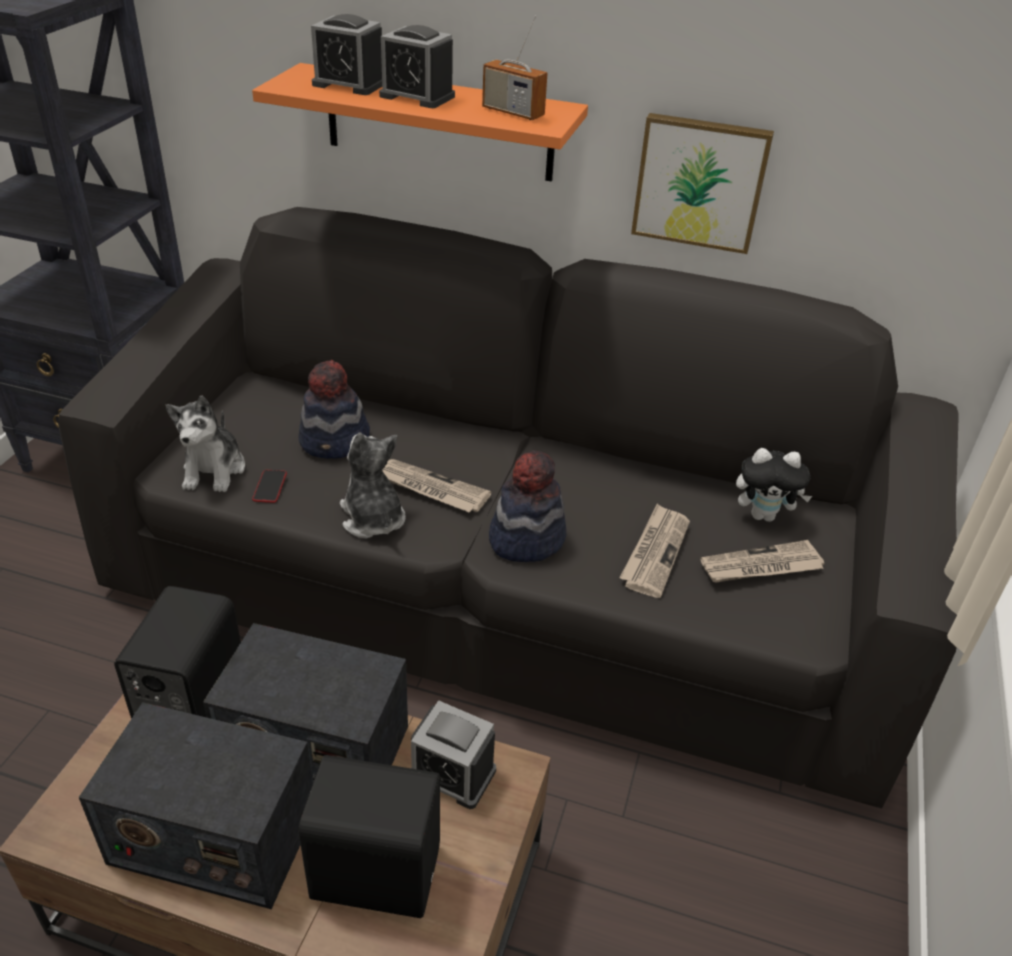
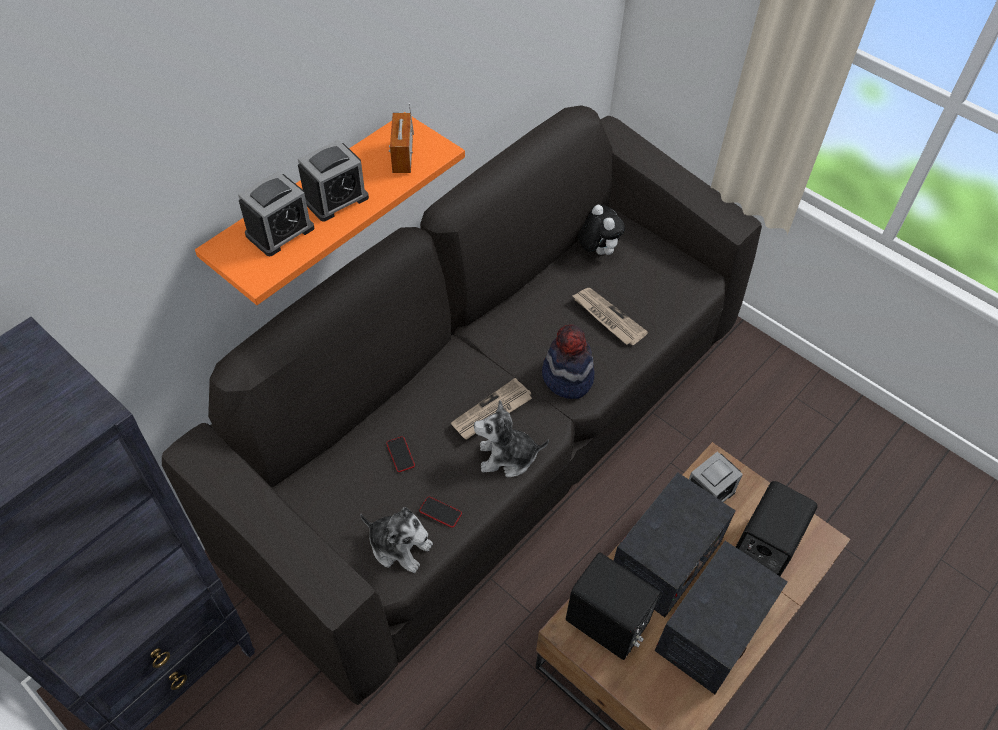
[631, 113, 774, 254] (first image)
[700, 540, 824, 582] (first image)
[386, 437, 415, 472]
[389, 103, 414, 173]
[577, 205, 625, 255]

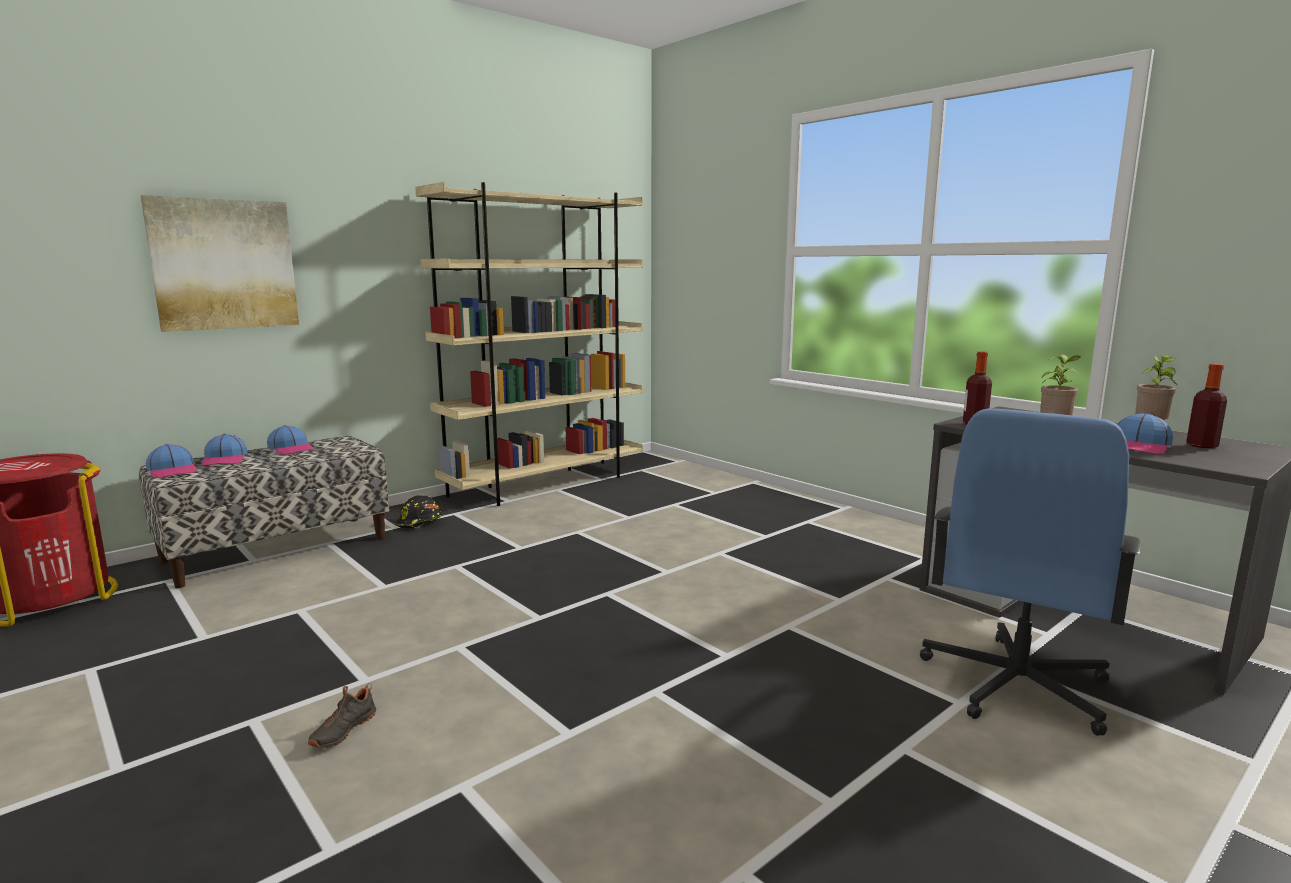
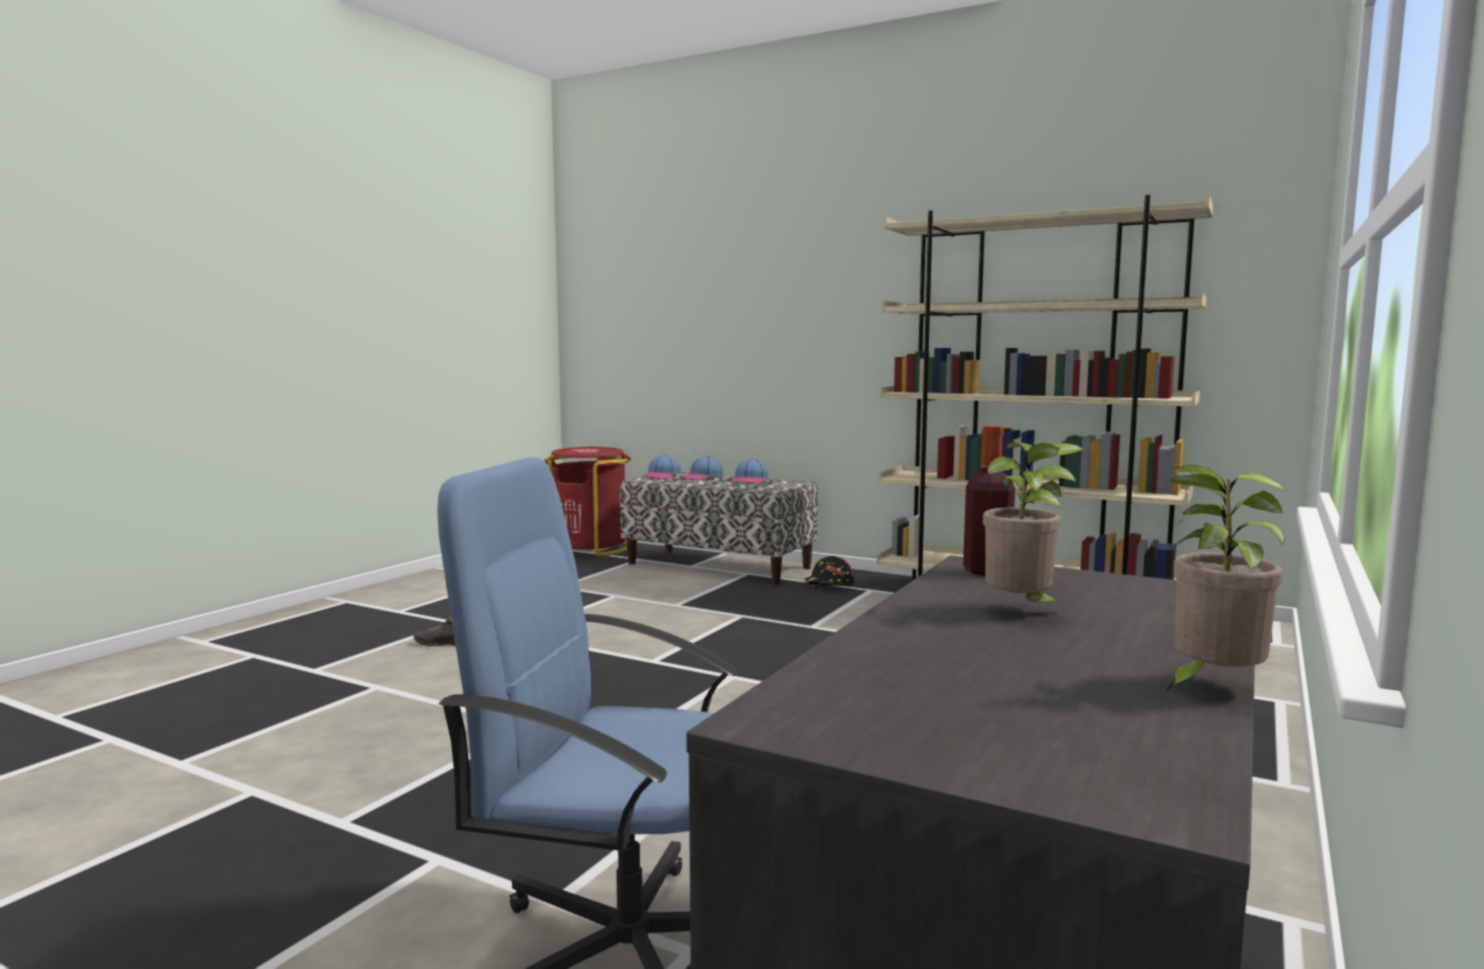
[141, 195, 299, 332] (first image)
[1117, 413, 1173, 454] (first image)
[1186, 364, 1227, 449] (first image)

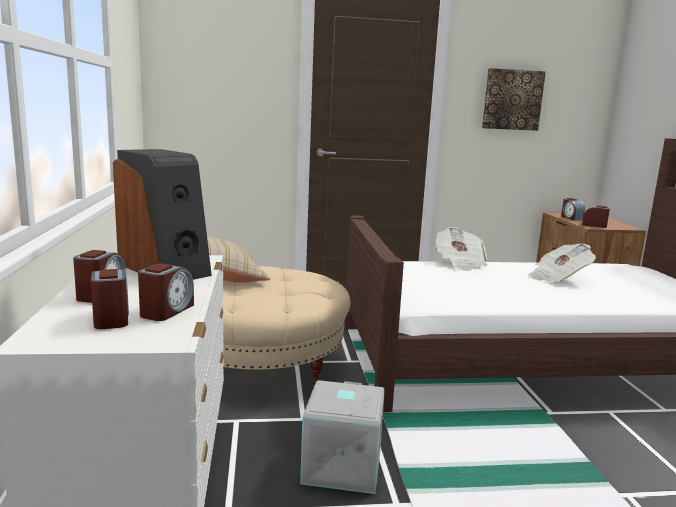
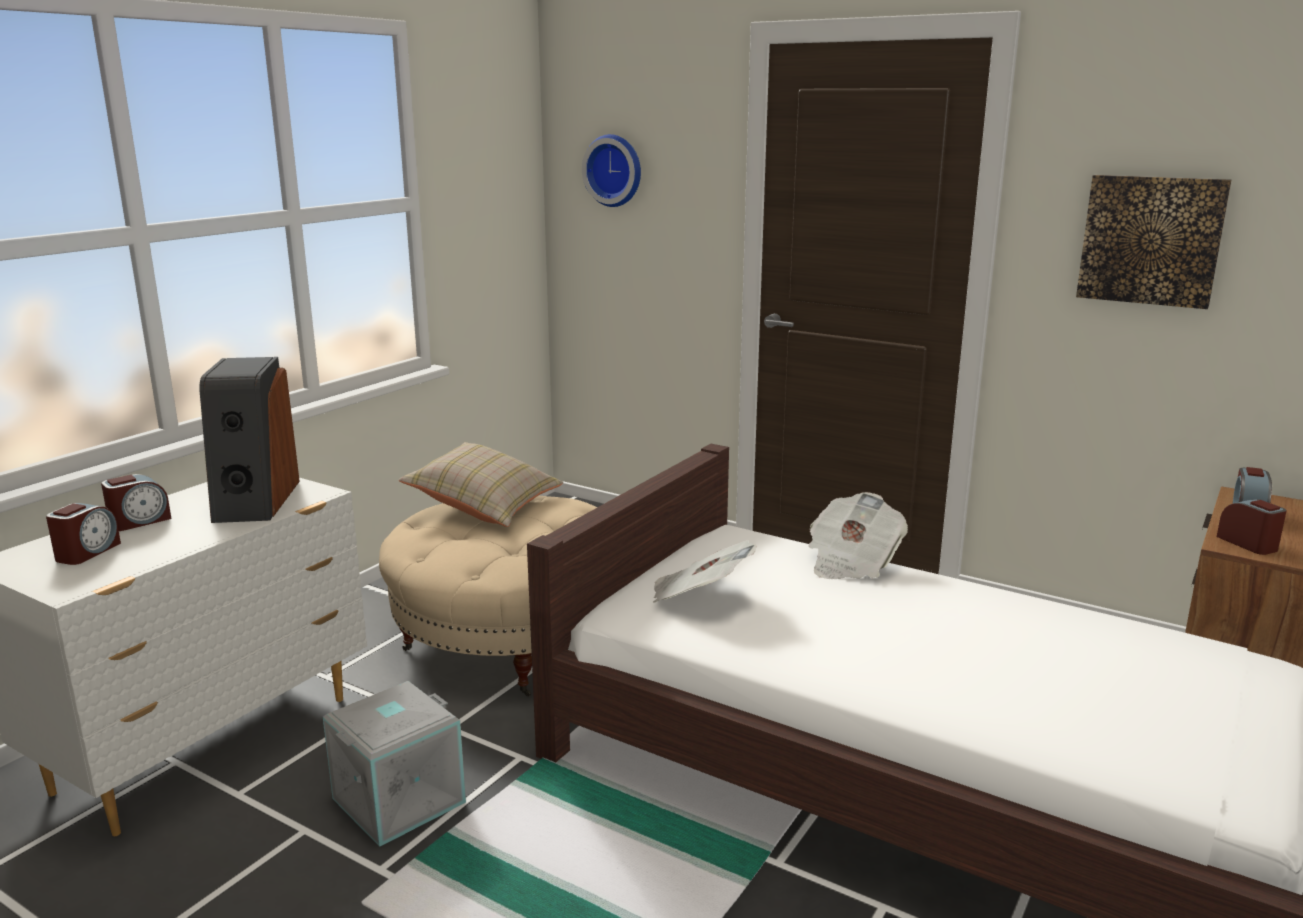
[138, 263, 194, 321] (first image)
[582, 134, 641, 207]
[653, 540, 757, 603]

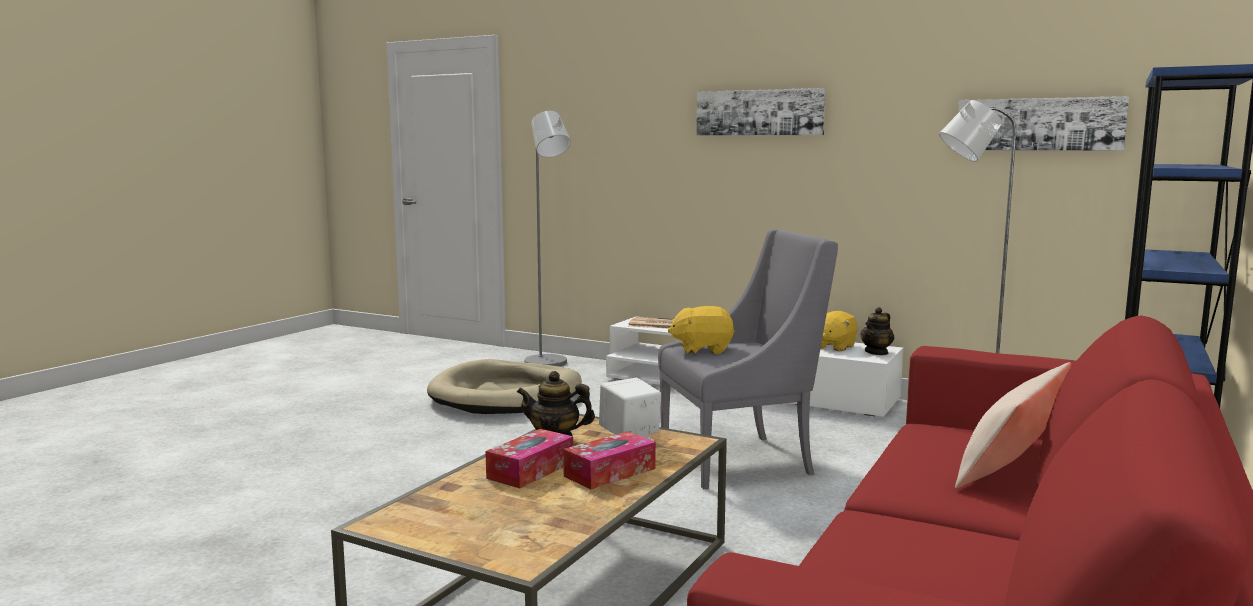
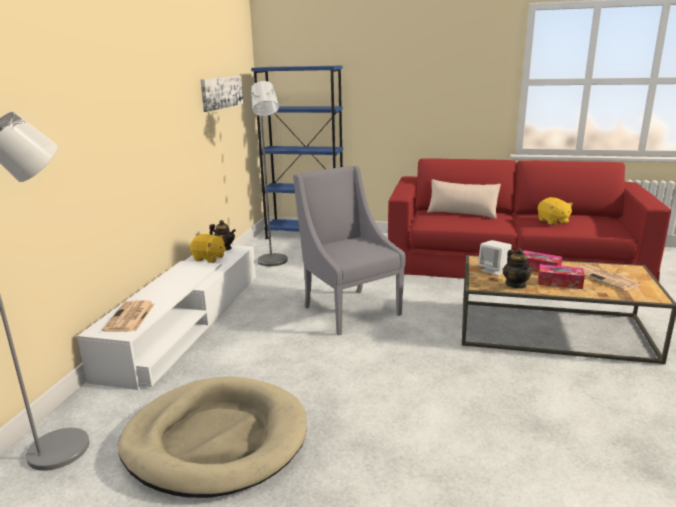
[696, 88, 826, 136] (first image)
[577, 265, 641, 291]
[538, 197, 573, 225]

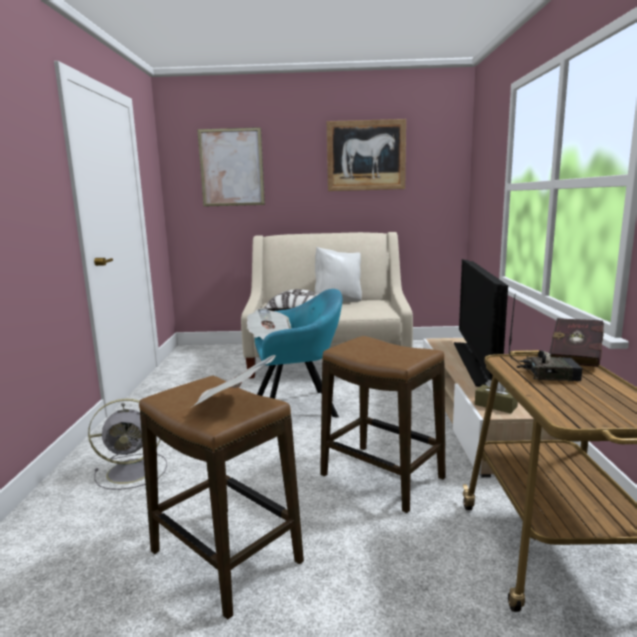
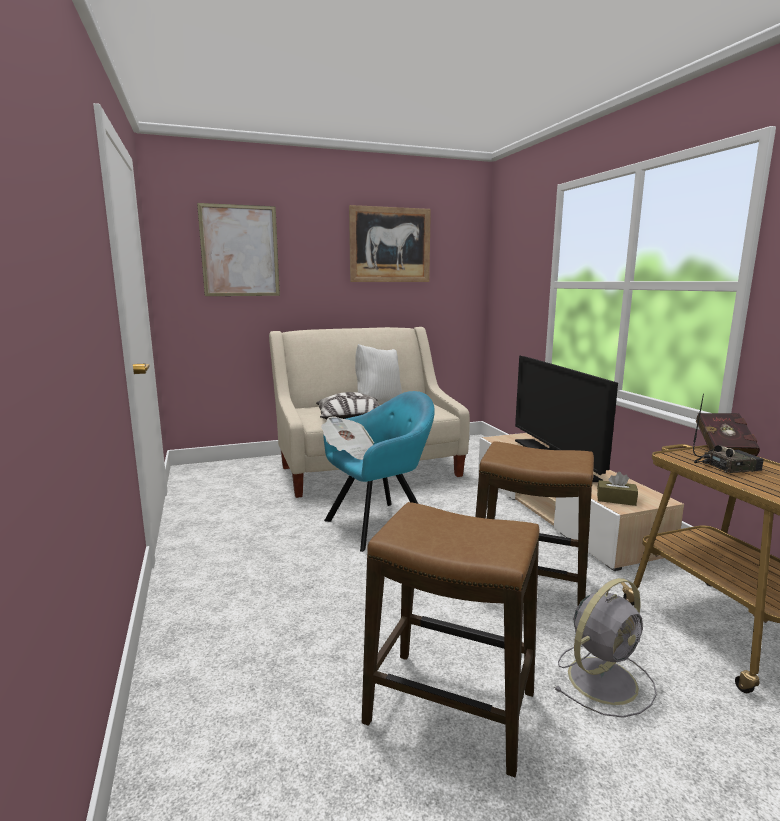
[192, 355, 276, 407] (first image)
[554, 578, 657, 718]

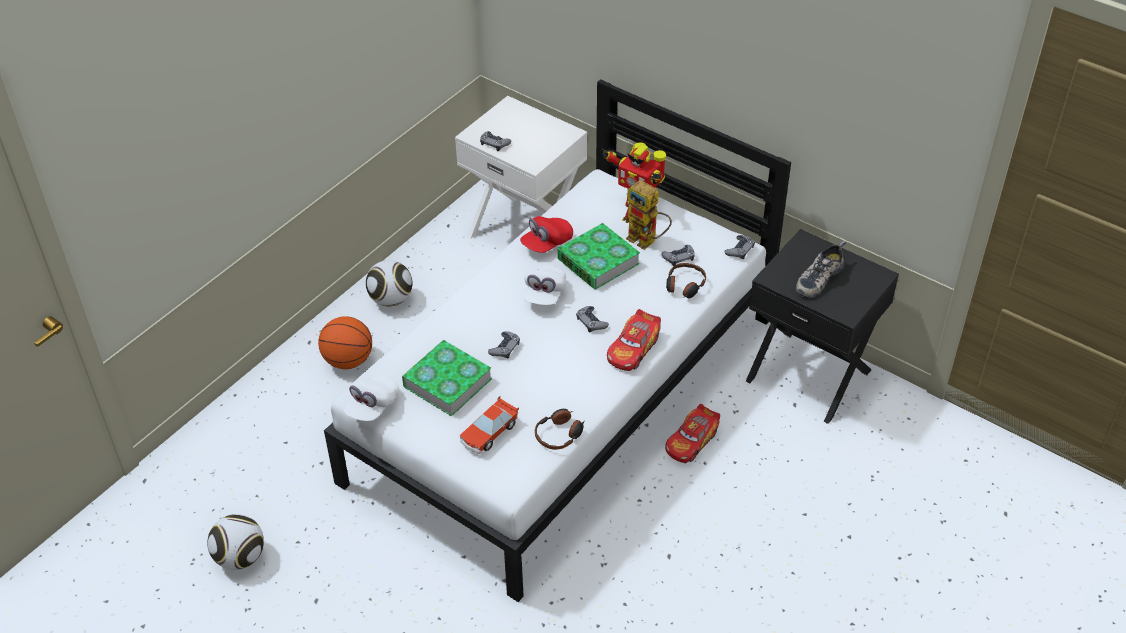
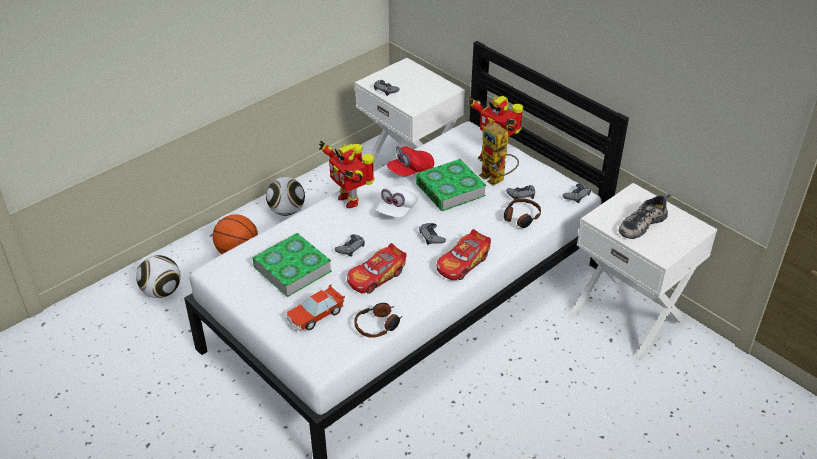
[344, 375, 399, 421] (first image)
[319, 141, 374, 208]
[136, 255, 181, 298]
[347, 243, 407, 294]
[571, 183, 717, 361]

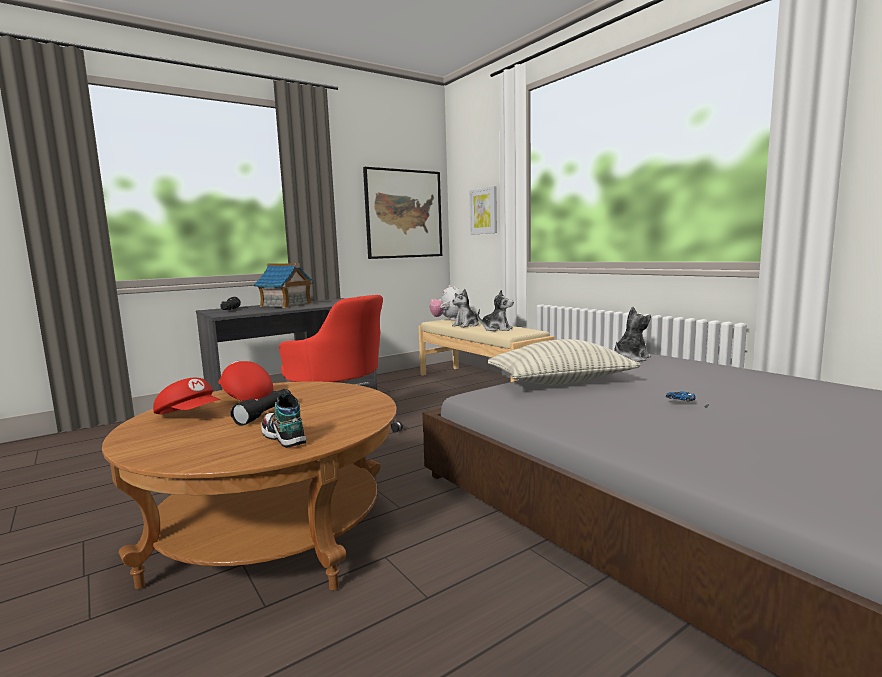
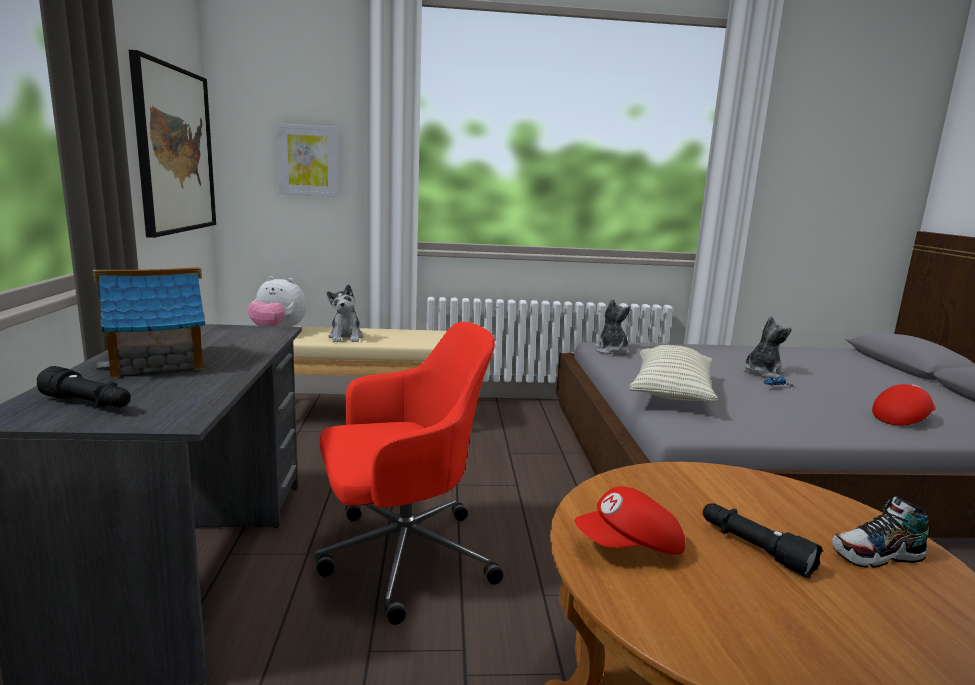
[872, 384, 936, 425]
[743, 316, 792, 378]

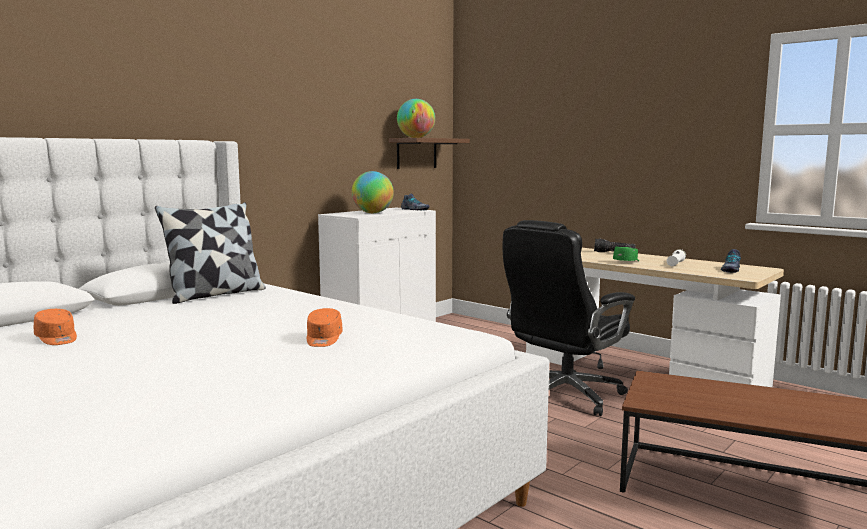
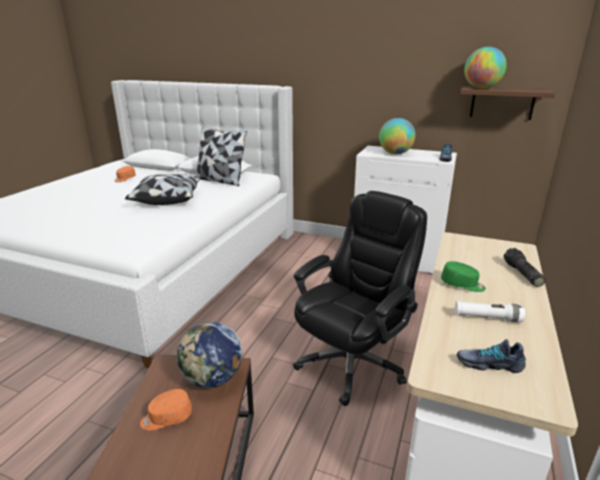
[125, 174, 201, 205]
[177, 322, 242, 388]
[140, 389, 192, 430]
[293, 191, 427, 406]

